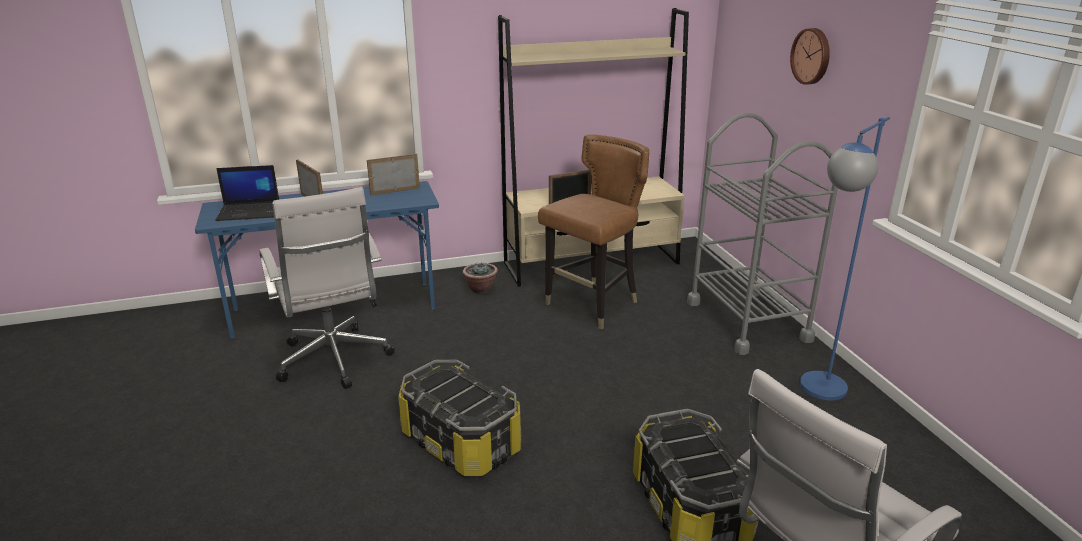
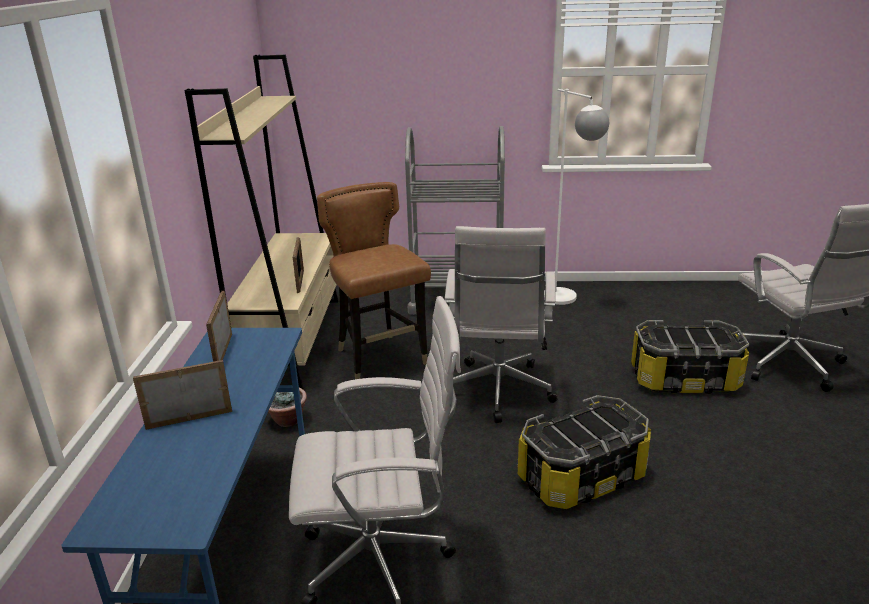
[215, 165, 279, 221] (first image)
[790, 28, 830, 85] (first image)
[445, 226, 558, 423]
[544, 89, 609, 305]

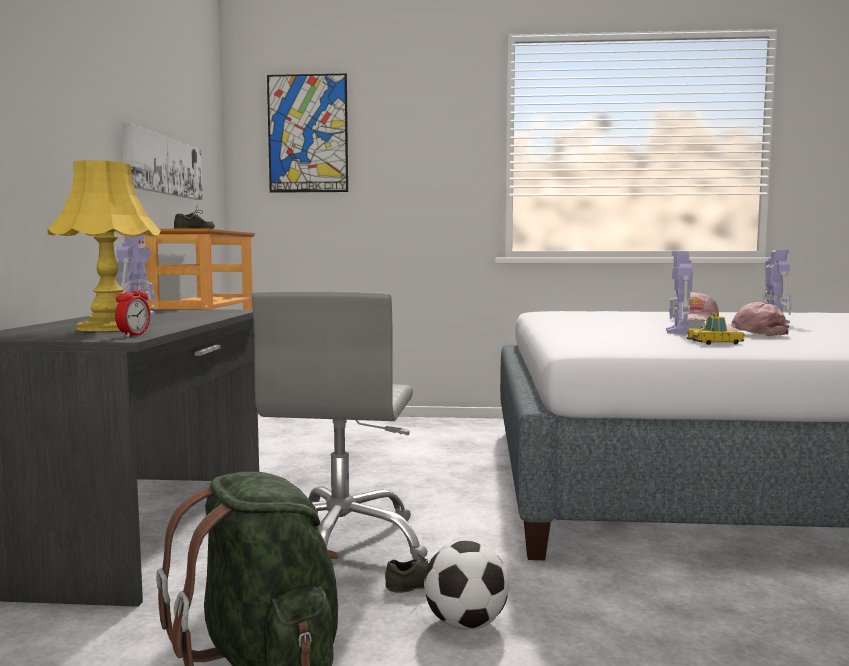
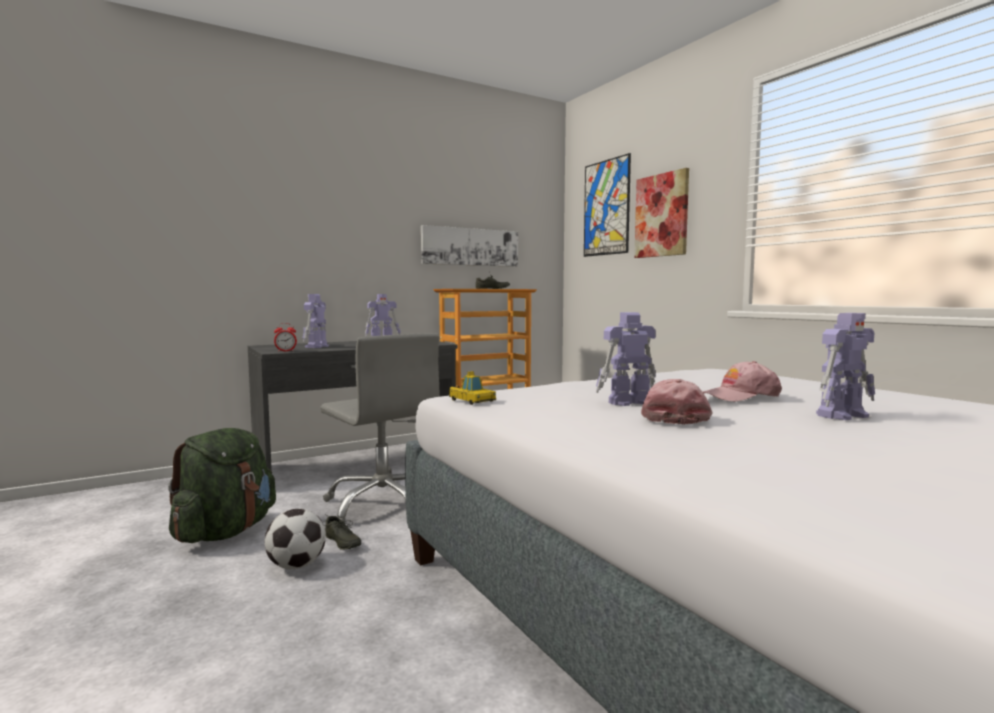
[634, 168, 689, 258]
[449, 371, 496, 405]
[303, 294, 329, 348]
[320, 333, 439, 523]

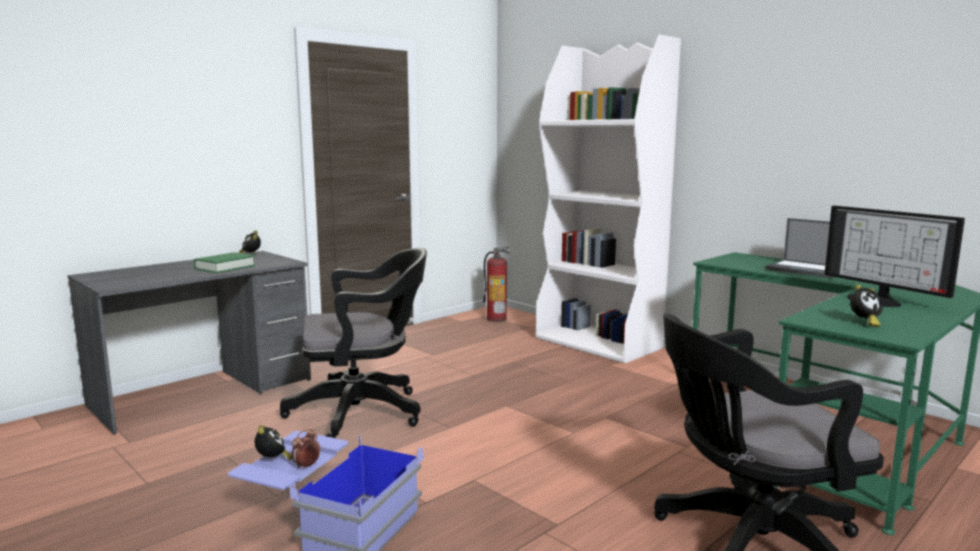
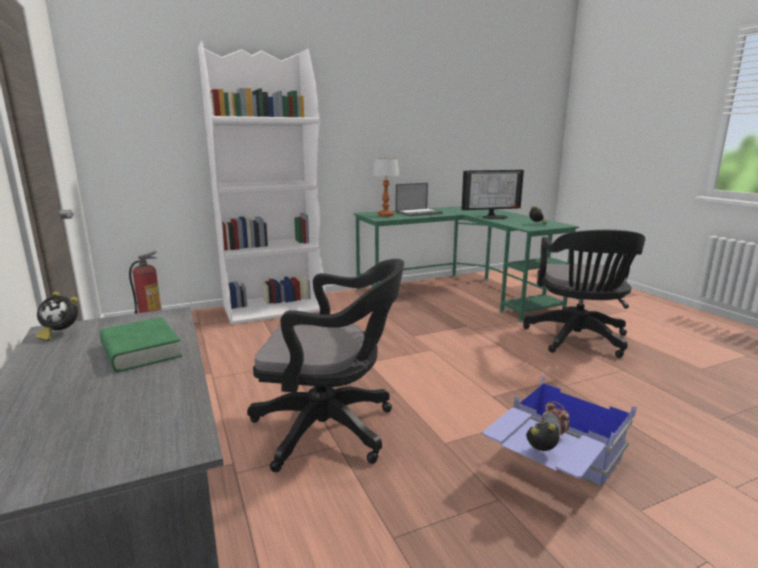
[372, 158, 400, 217]
[247, 259, 404, 472]

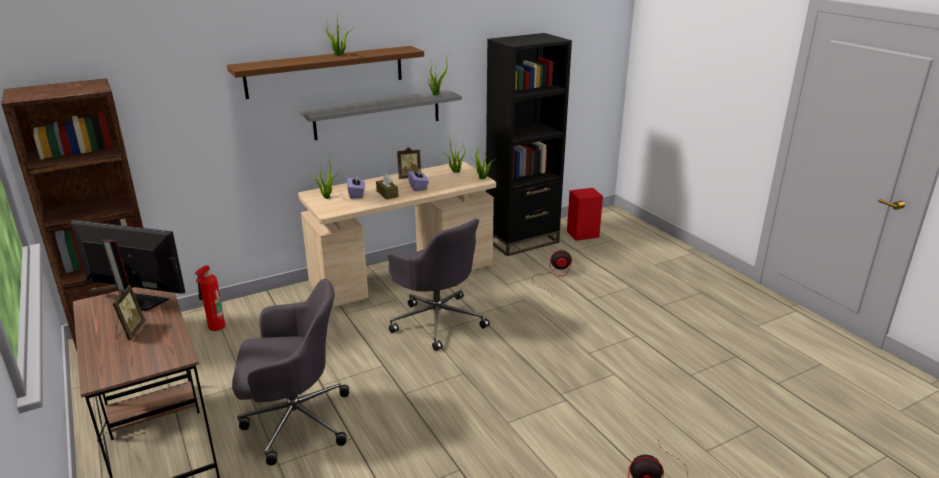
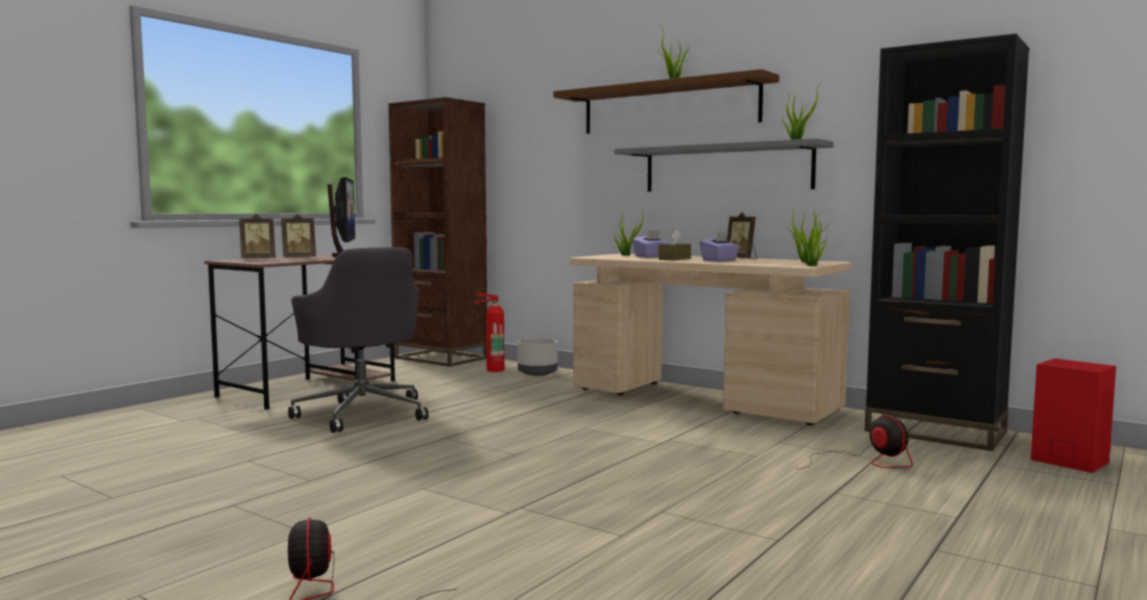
[388, 218, 490, 351] (first image)
[239, 214, 275, 259]
[518, 338, 558, 376]

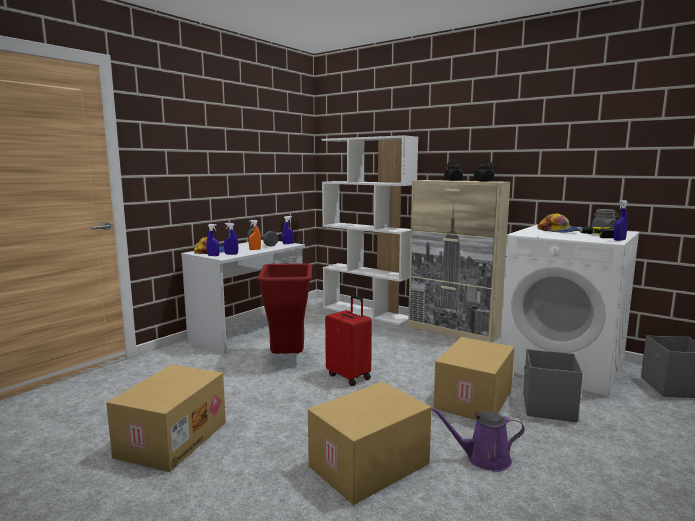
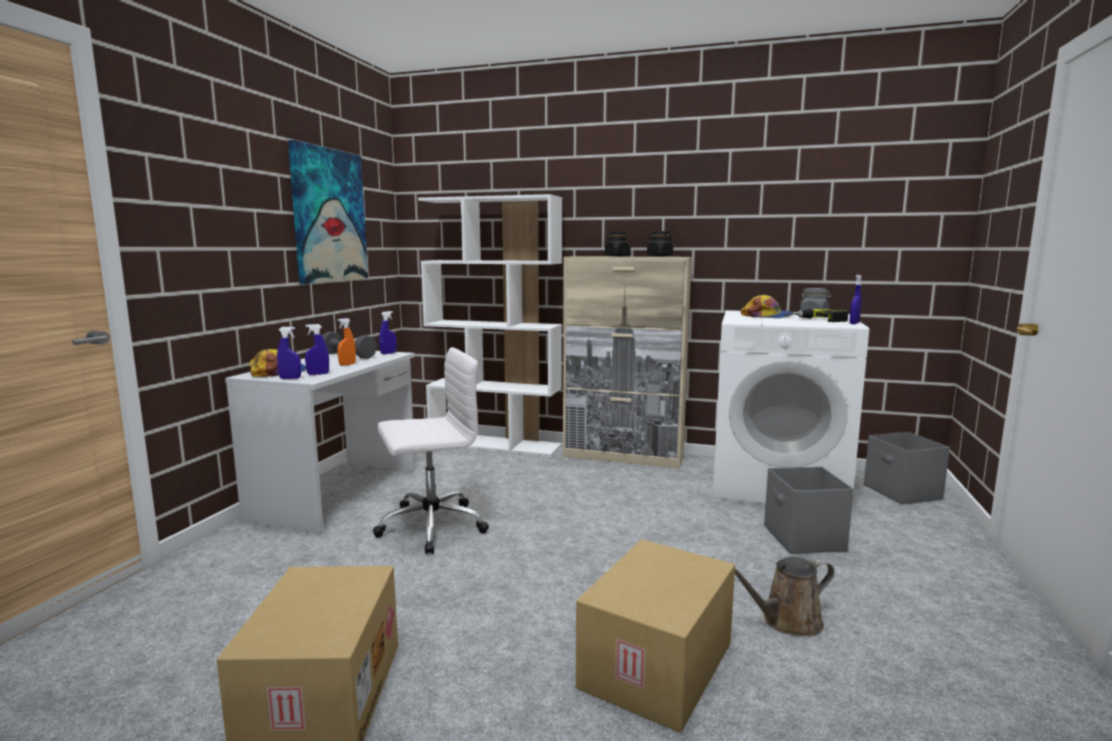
[325, 295, 372, 386] (first image)
[434, 337, 514, 420] (first image)
[288, 140, 368, 284]
[373, 347, 489, 554]
[735, 557, 835, 636]

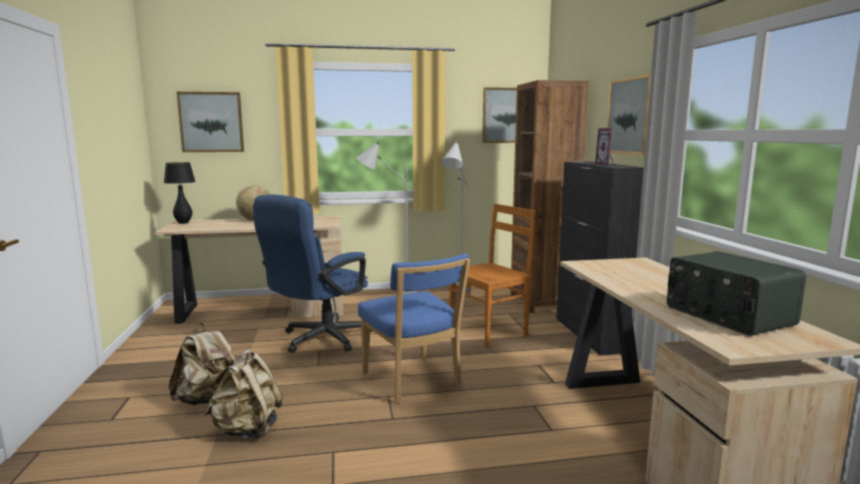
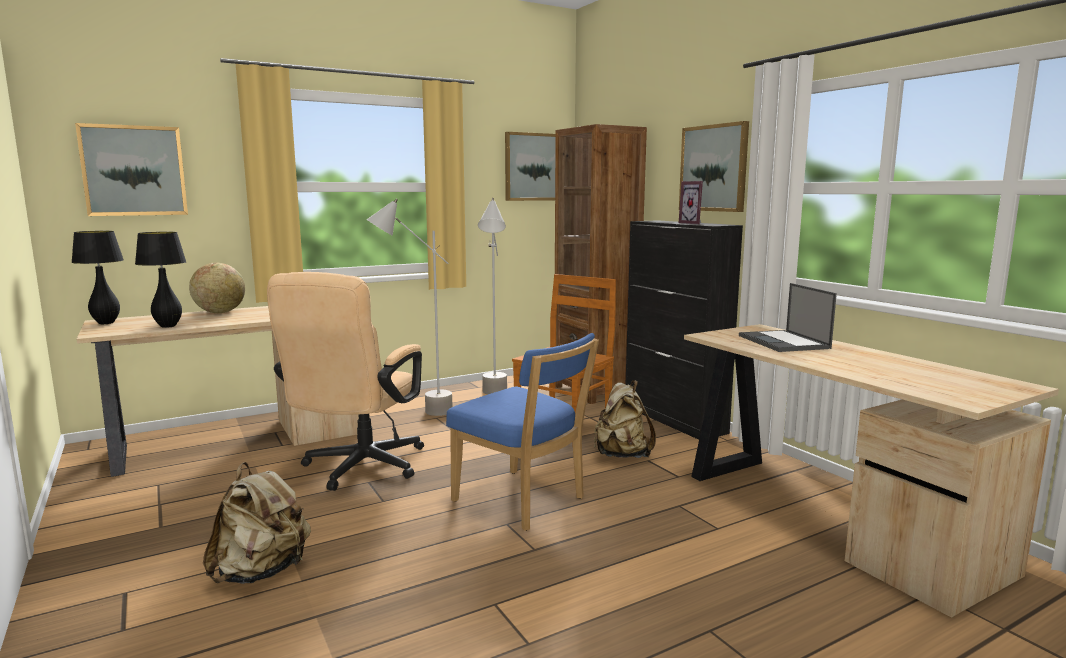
[667, 251, 806, 336] (first image)
[135, 232, 187, 328]
[739, 283, 837, 352]
[594, 380, 656, 458]
[267, 272, 424, 491]

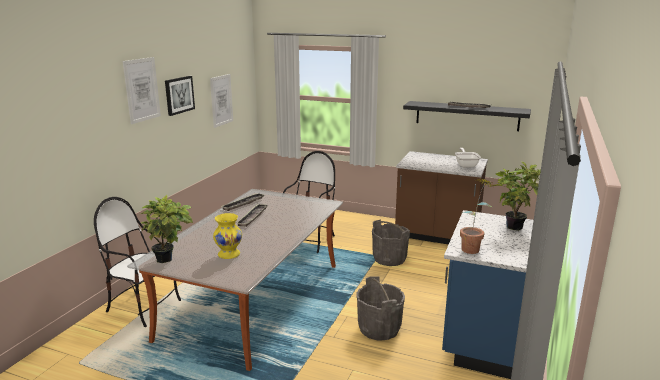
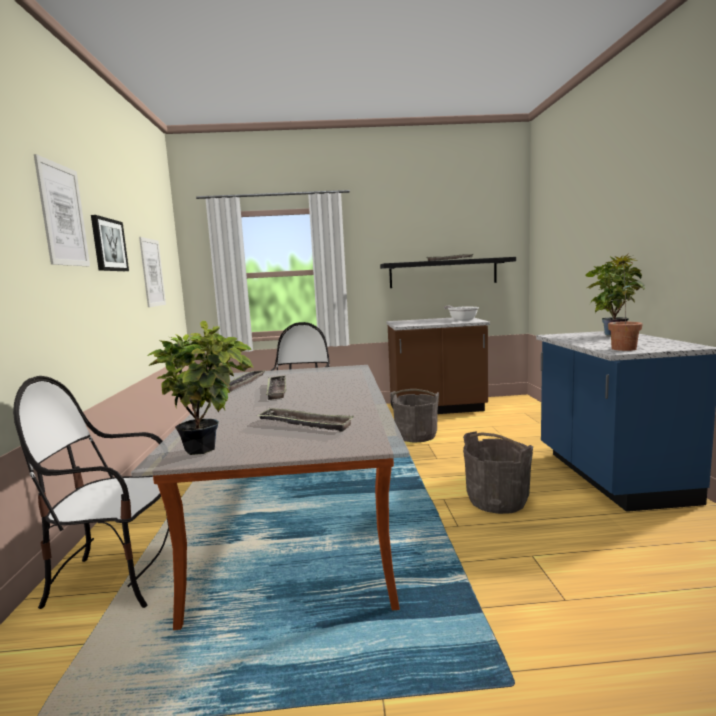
[256, 408, 354, 432]

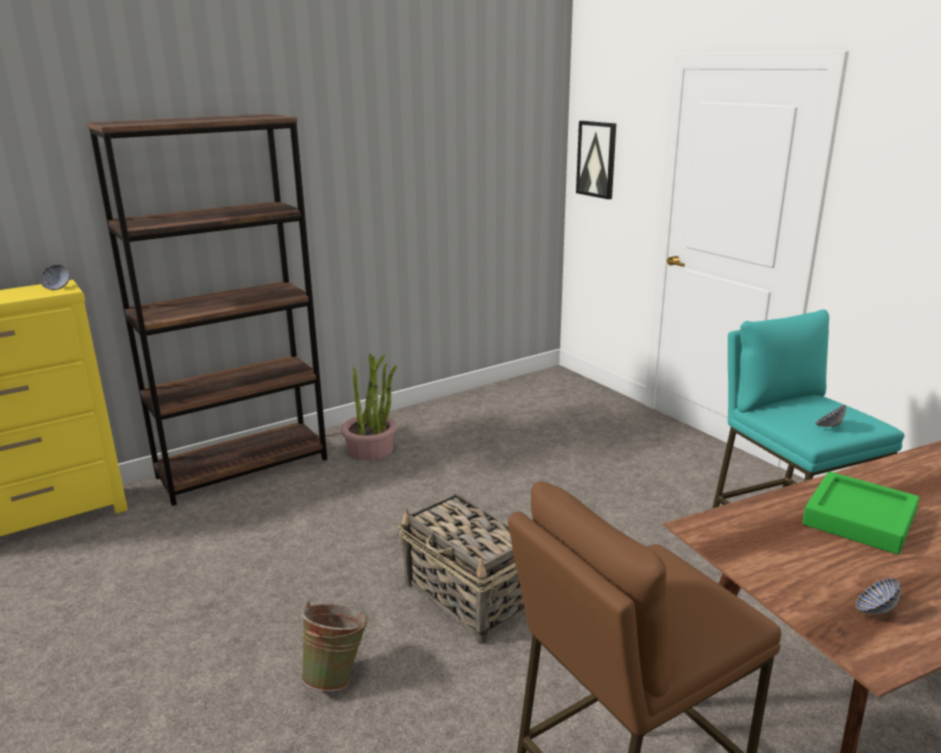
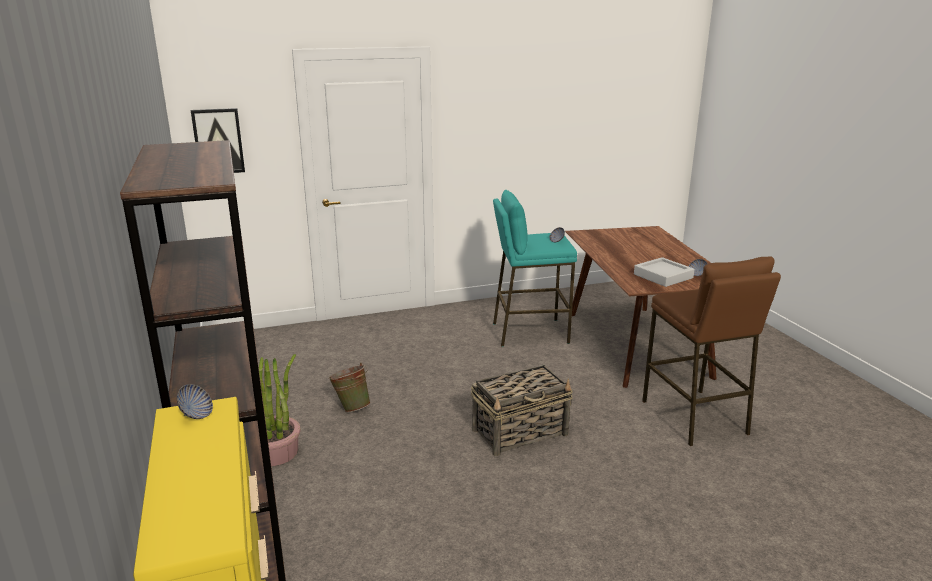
[802, 472, 920, 554] (first image)
[634, 257, 695, 287]
[328, 363, 371, 412]

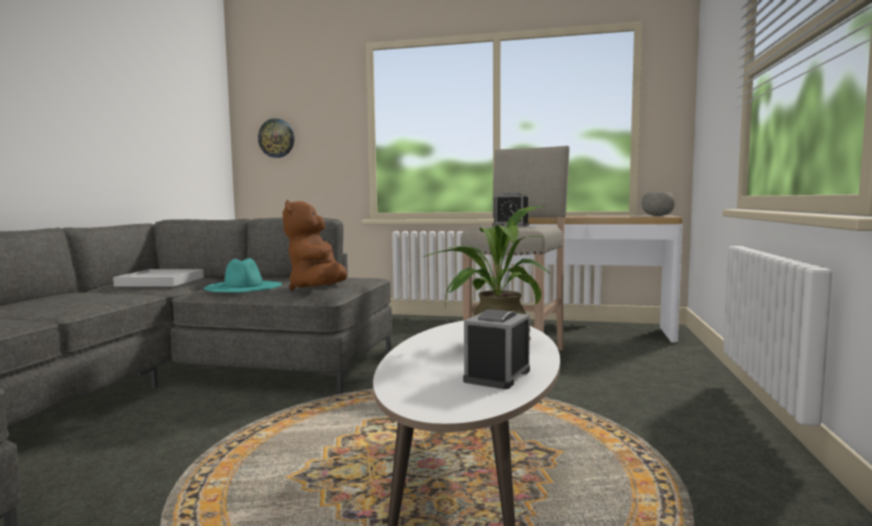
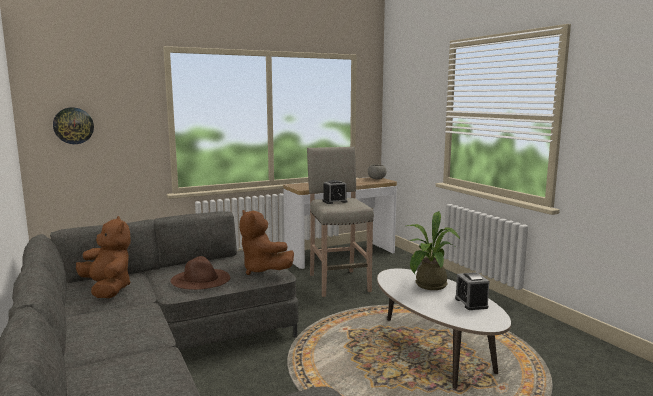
[76, 216, 131, 298]
[171, 256, 230, 290]

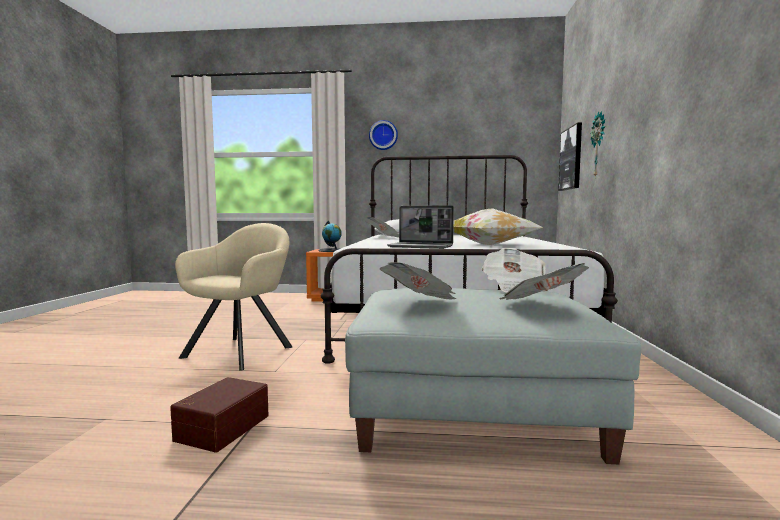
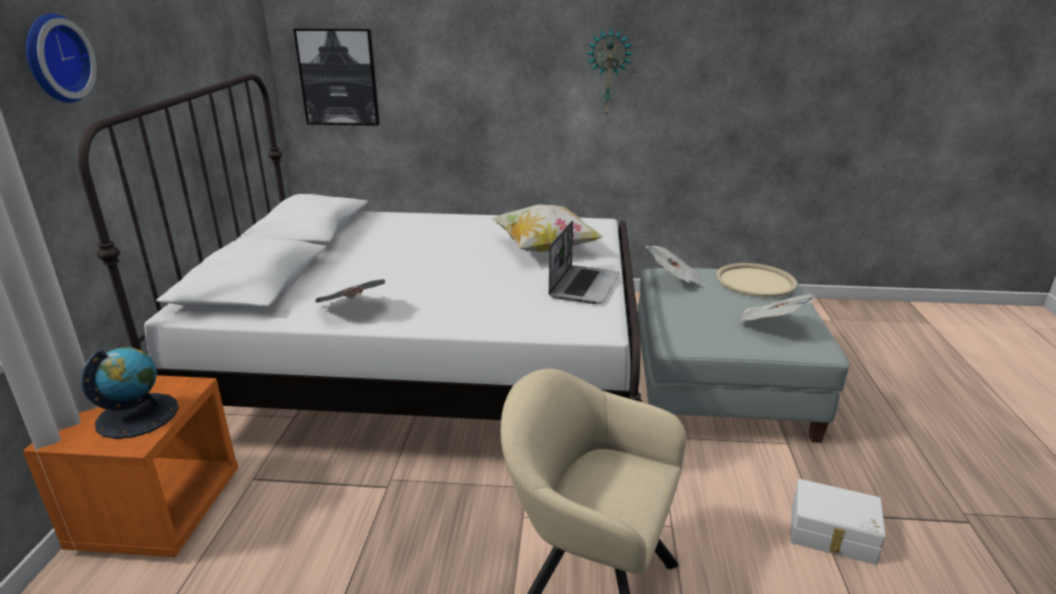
[586, 28, 633, 117]
[716, 263, 797, 297]
[791, 479, 886, 565]

